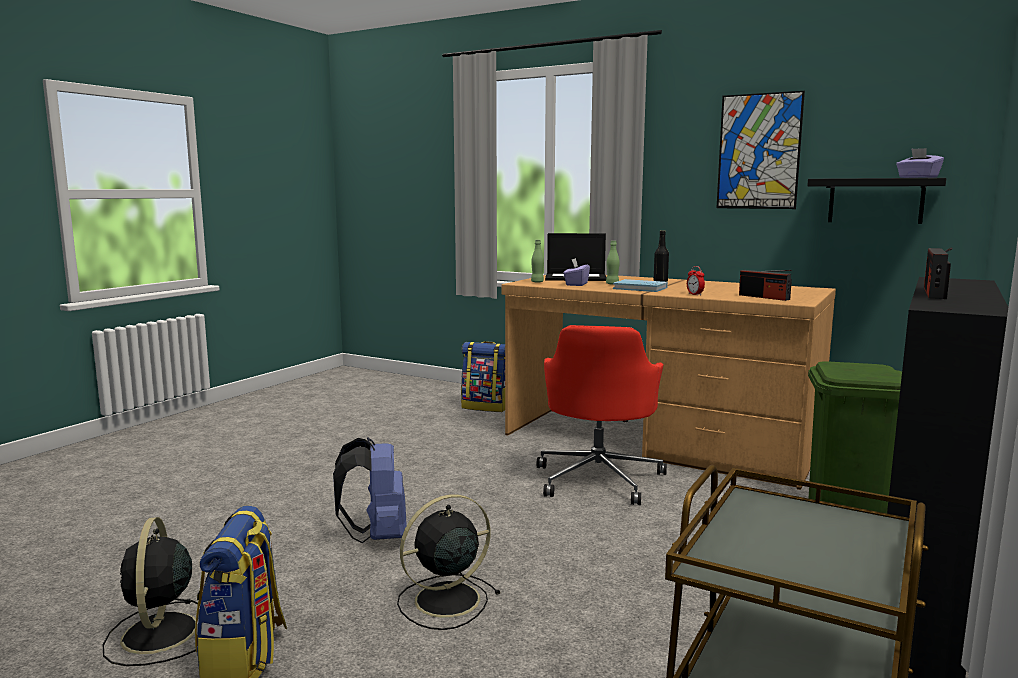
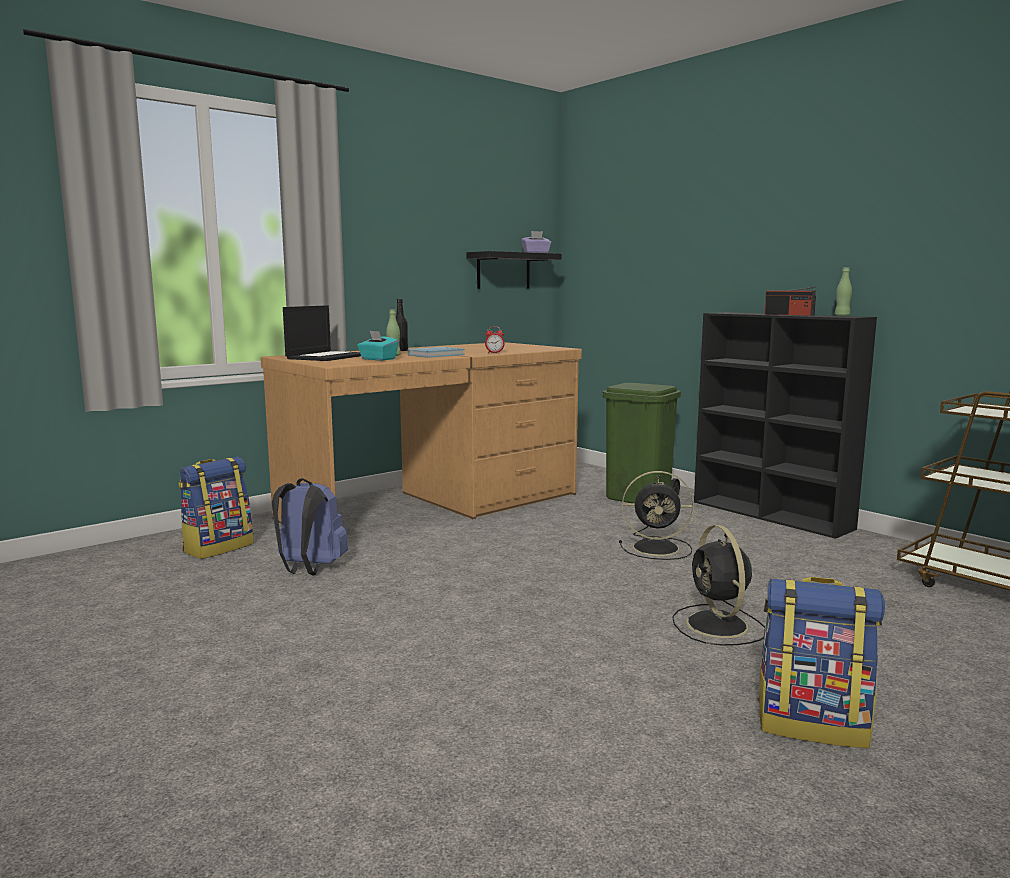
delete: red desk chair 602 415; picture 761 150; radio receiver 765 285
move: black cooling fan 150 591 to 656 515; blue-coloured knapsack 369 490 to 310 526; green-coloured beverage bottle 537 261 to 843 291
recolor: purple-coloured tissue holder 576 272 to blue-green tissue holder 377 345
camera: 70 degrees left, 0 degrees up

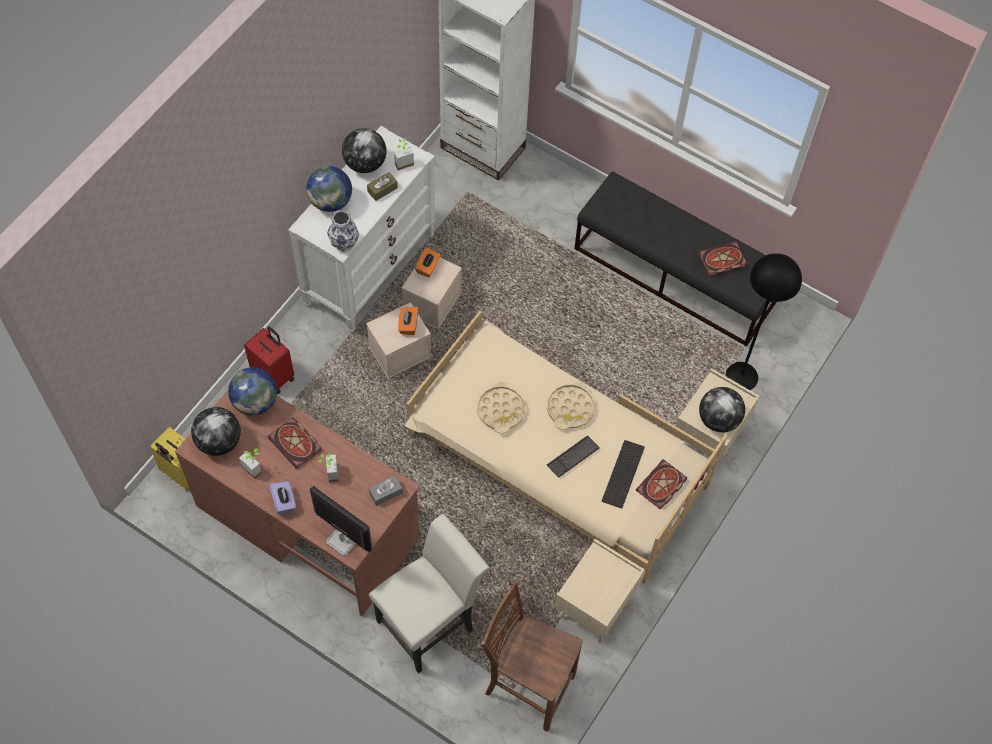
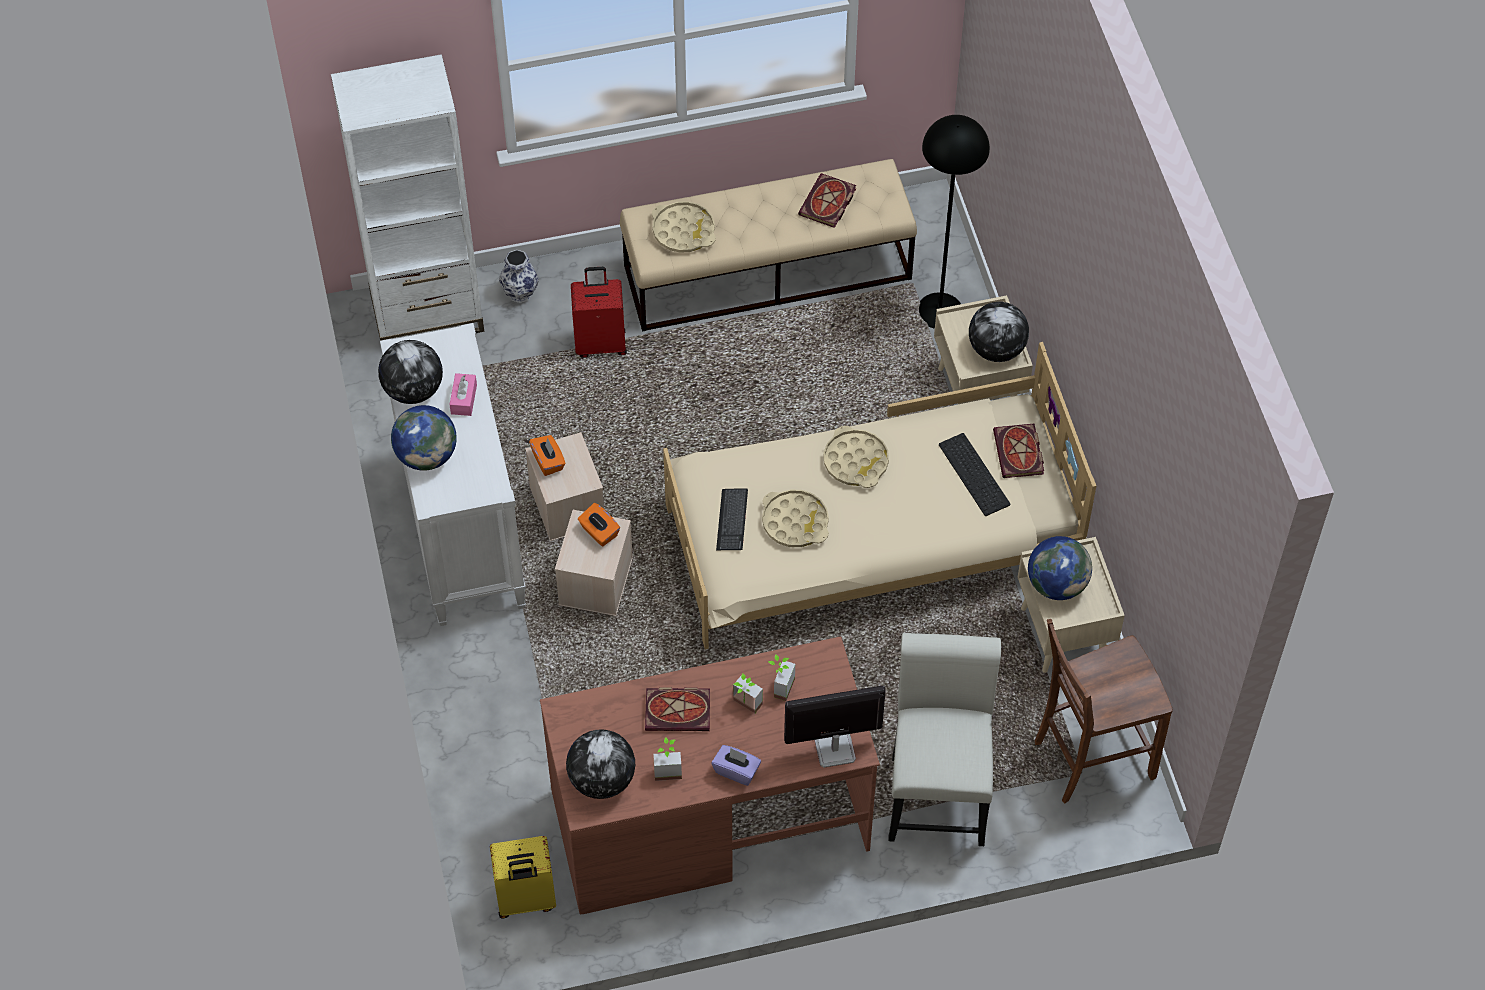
delete: grey tissue holder 386 491
insert: sand-coloured tray 684 227
move: globe 252 391 to 1060 568; red piece of luggage 269 360 to 599 312; flower vase 343 231 to 519 276; houseplant 404 154 to 781 677; PC keyboard 573 456 to 732 519
recolor: brownish tissue holder 382 186 to pinkish tissue holder 463 394; black indoor bench 675 259 to sand-coloured indoor bench 768 245
camera: 45 degrees left, 5 degrees down

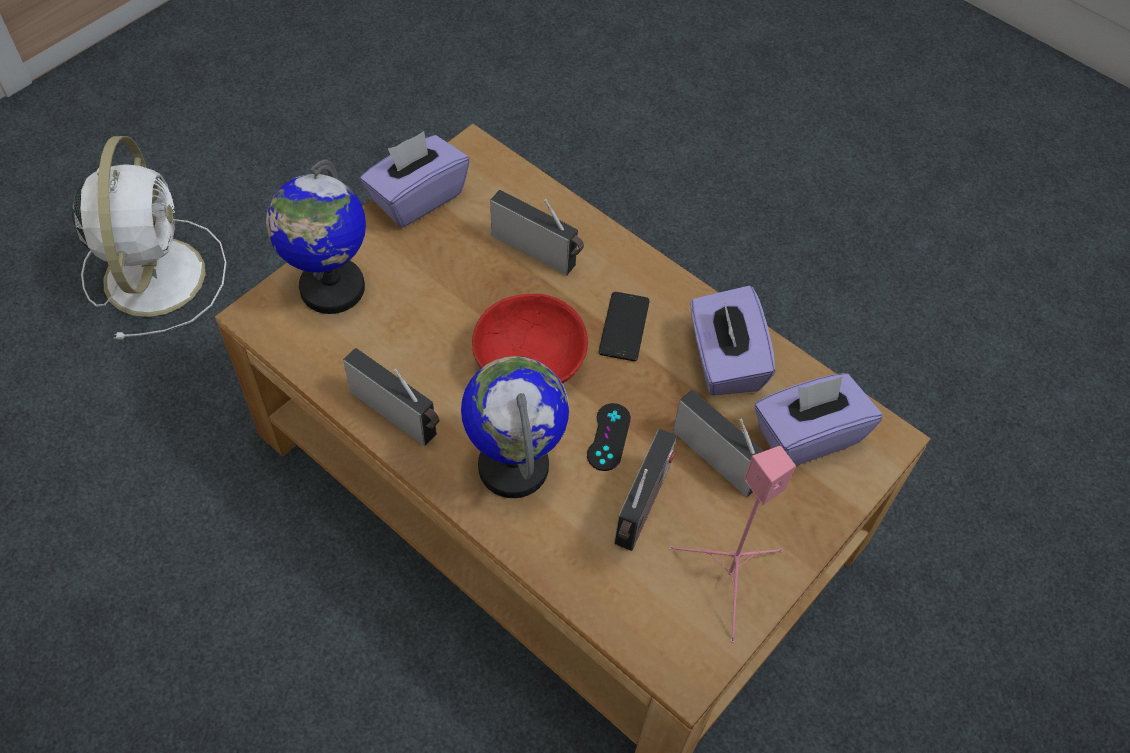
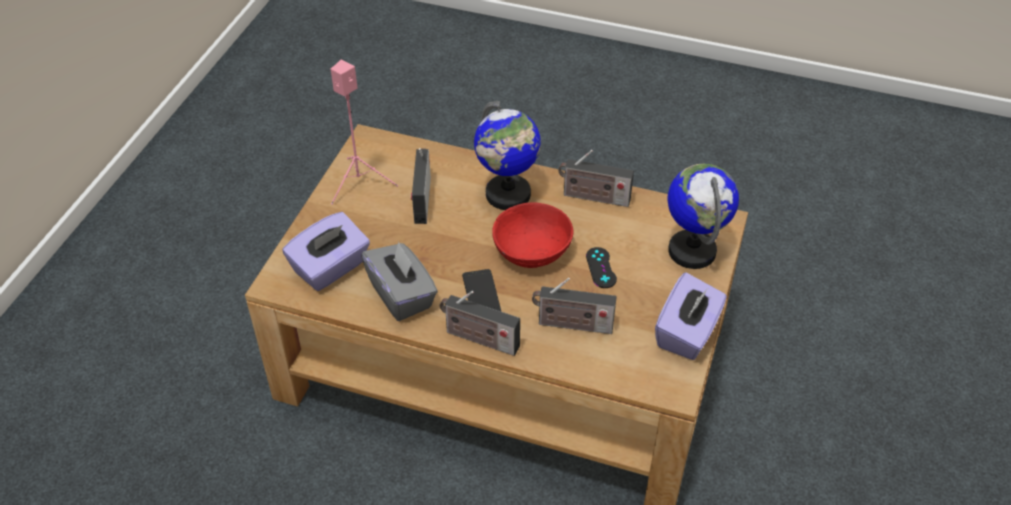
delete: white-coloured cooling fan 149 238
move: black game controller 609 437 to 601 267; radio receiver 718 443 to 480 323
recolor: purple-coloured tissue holder 733 340 to grey tissue holder 399 281
camera: 160 degrees right, 10 degrees down

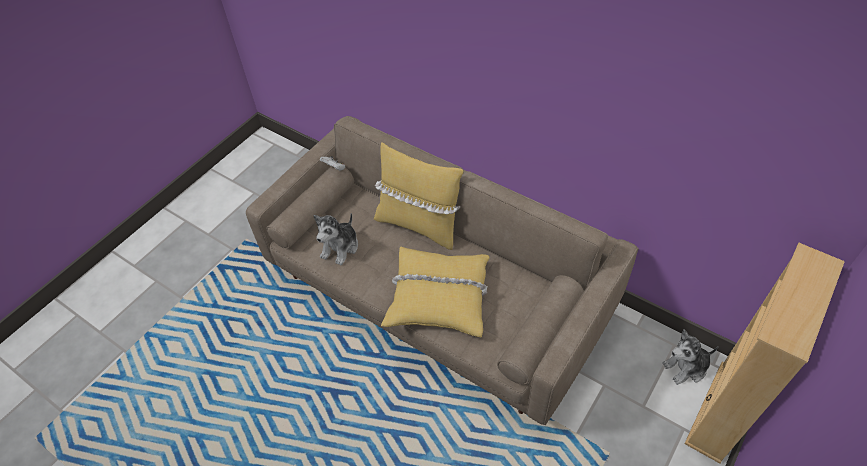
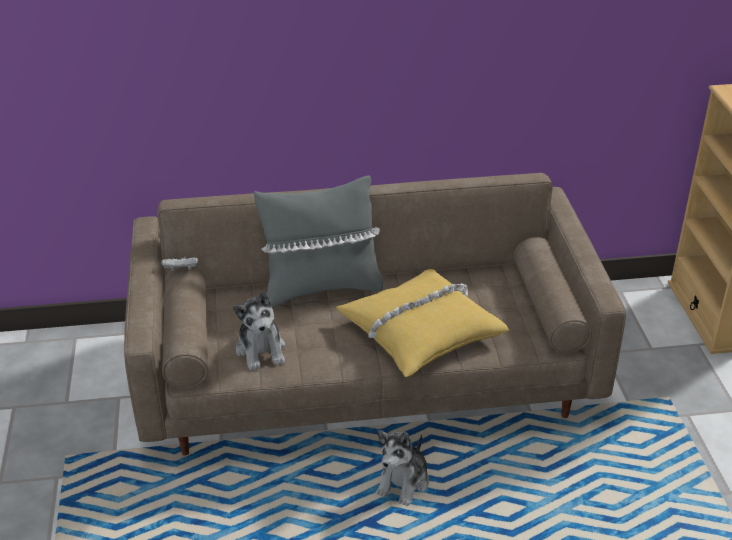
move: plush toy 690 357 to 402 468
recolor: yellow-coloured cushion 418 196 to grey cushion 318 242
camera: 45 degrees left, 15 degrees down

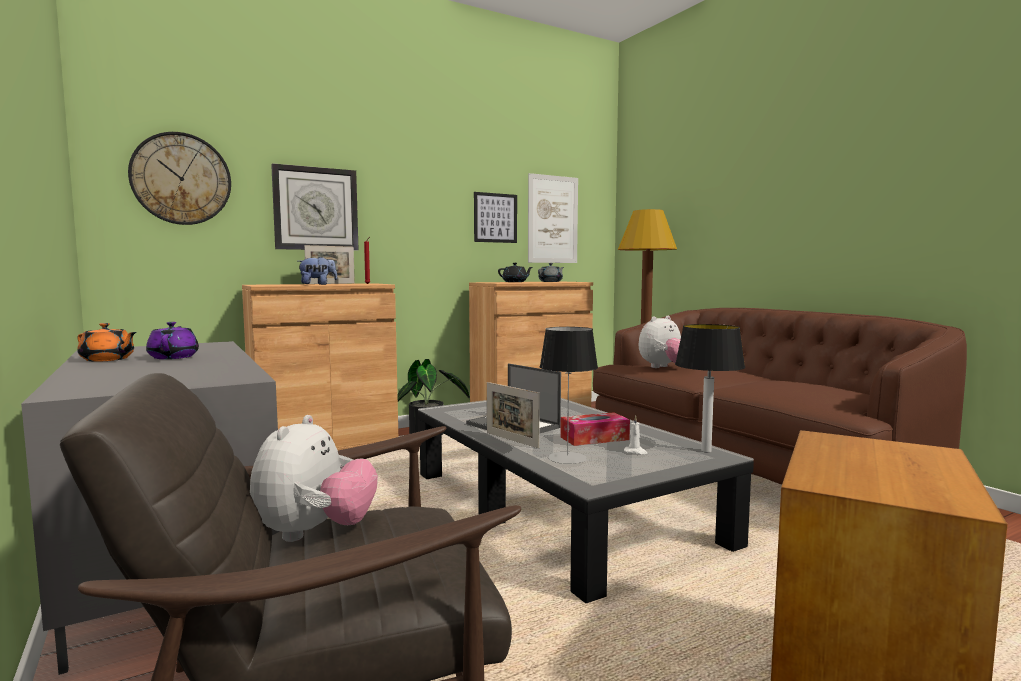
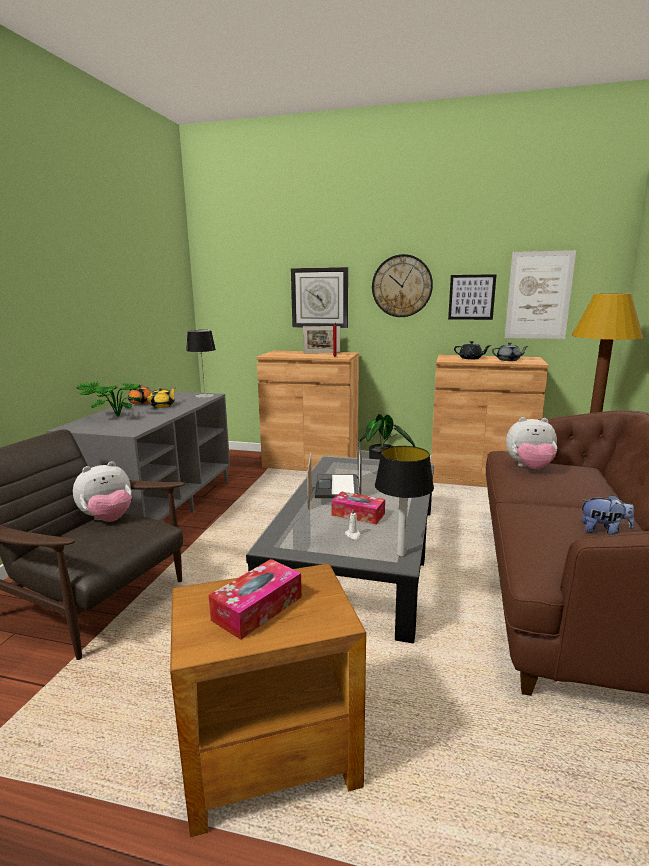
insert: houseplant 108 398; tissue holder 255 599
move: wall clock 179 178 to 402 285; plush toy 317 271 to 608 515; lamp for a table 569 395 to 201 364
recolor: purple-coloured pot for tea 172 340 to yellow-coloured pot for tea 161 397
camera: 45 degrees right, 10 degrees up

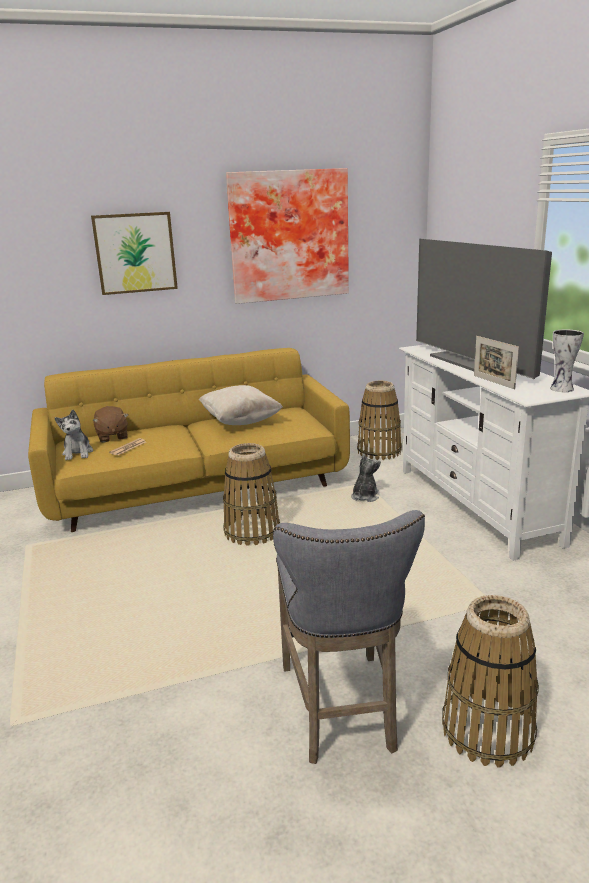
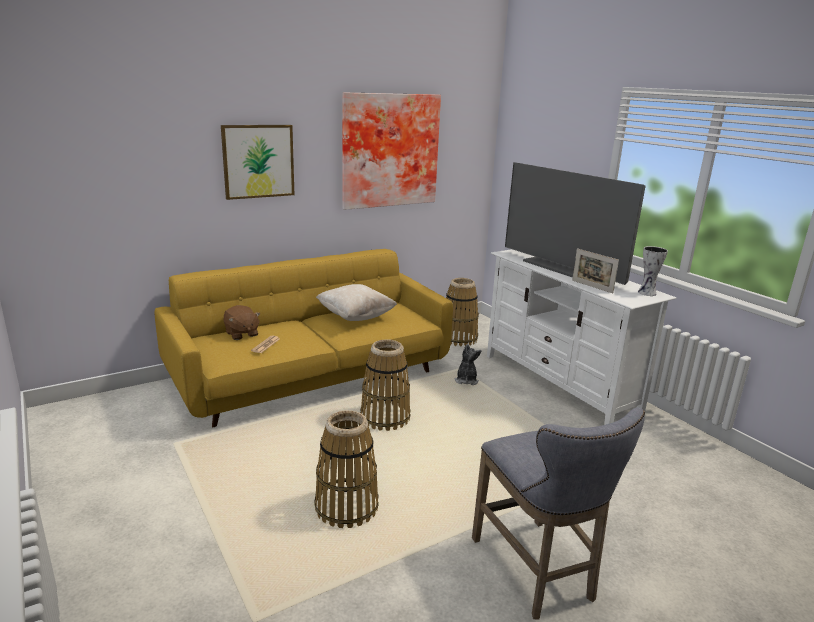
delete: plush toy 74 435
move: basket 490 681 to 346 469
camera: 15 degrees left, 0 degrees up

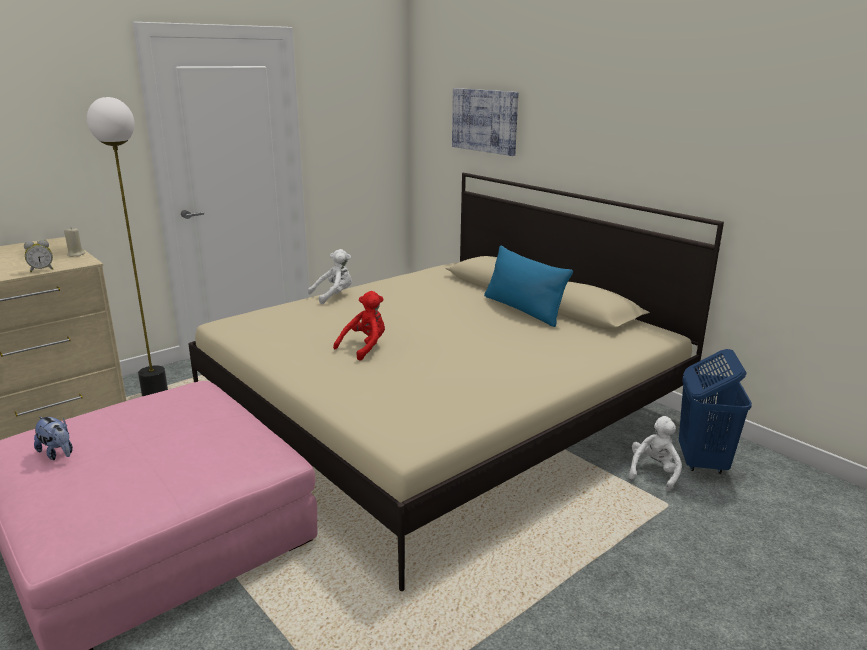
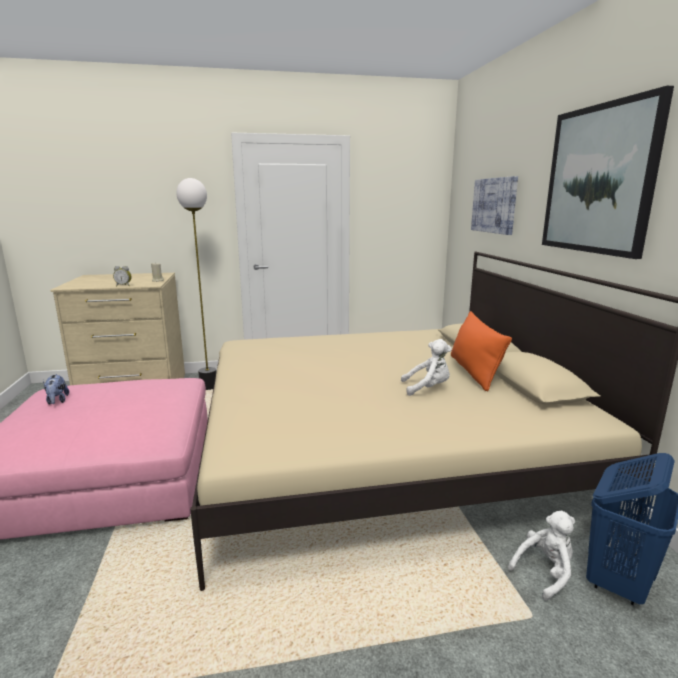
delete: red plush toy 359 326
insert: picture 608 172
move: white-coloured plush toy 330 276 to 426 367
recolor: blue-coloured cushion 528 286 to orange-coloured cushion 481 351
camera: 30 degrees right, 5 degrees down

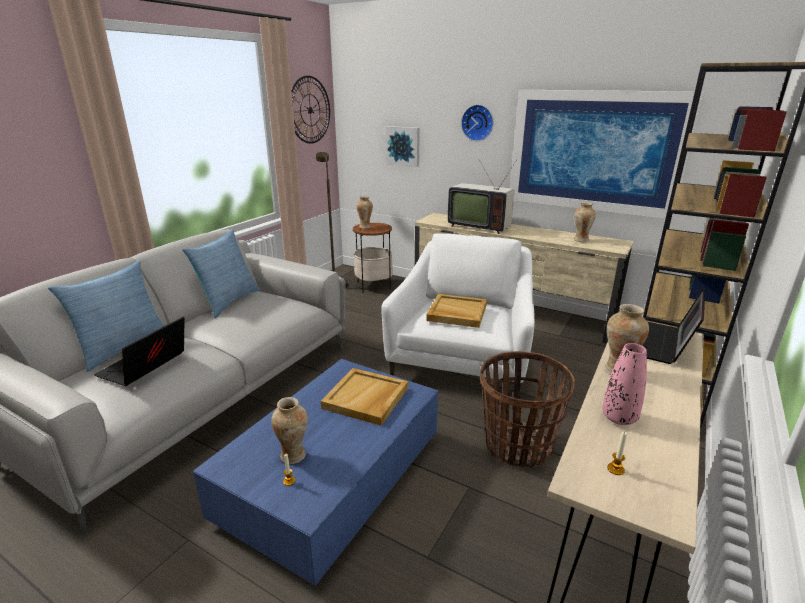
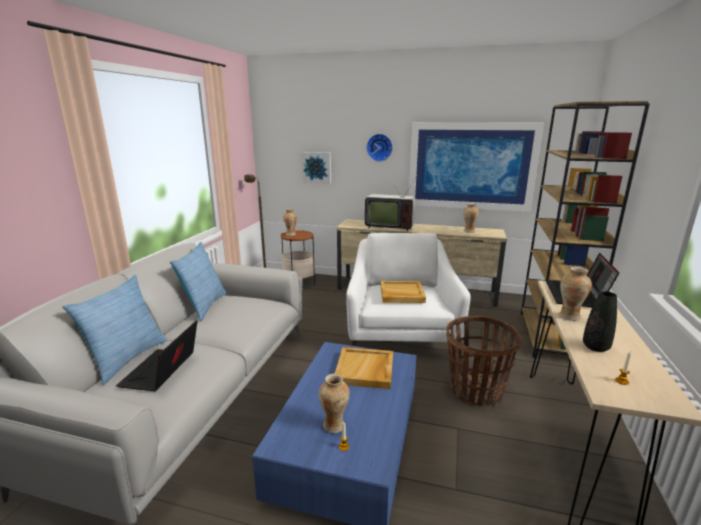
delete: wall clock 310 110
recolor: pinkish flower vase 624 384 to black flower vase 600 321
camera: 15 degrees left, 5 degrees down

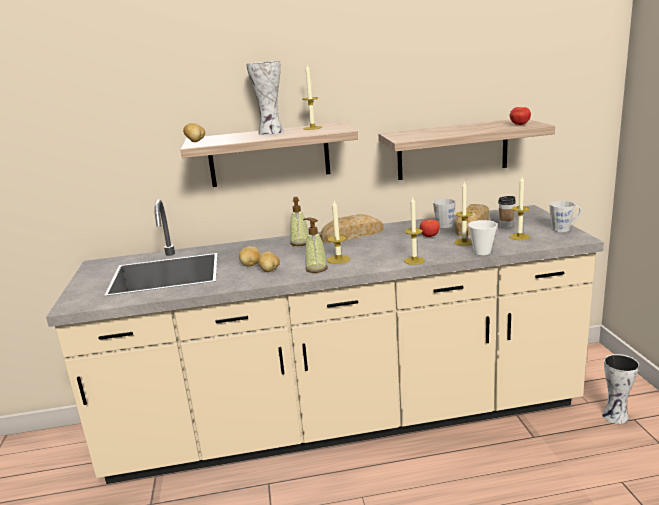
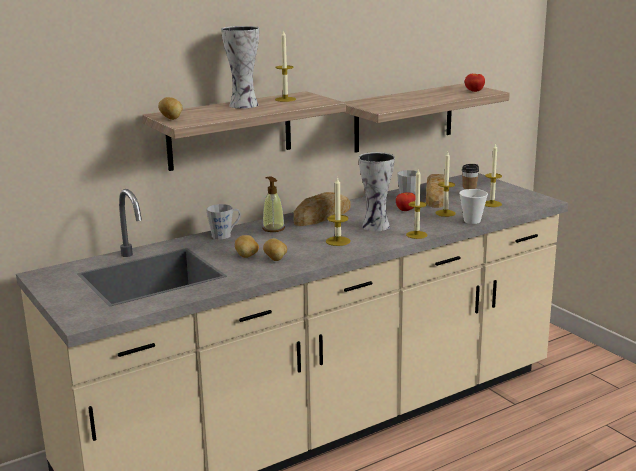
delete: soap dispenser 315 245
move: grey coffee mug 566 216 to 223 221; flower vase 620 389 to 376 191
camera: 25 degrees left, 0 degrees up

